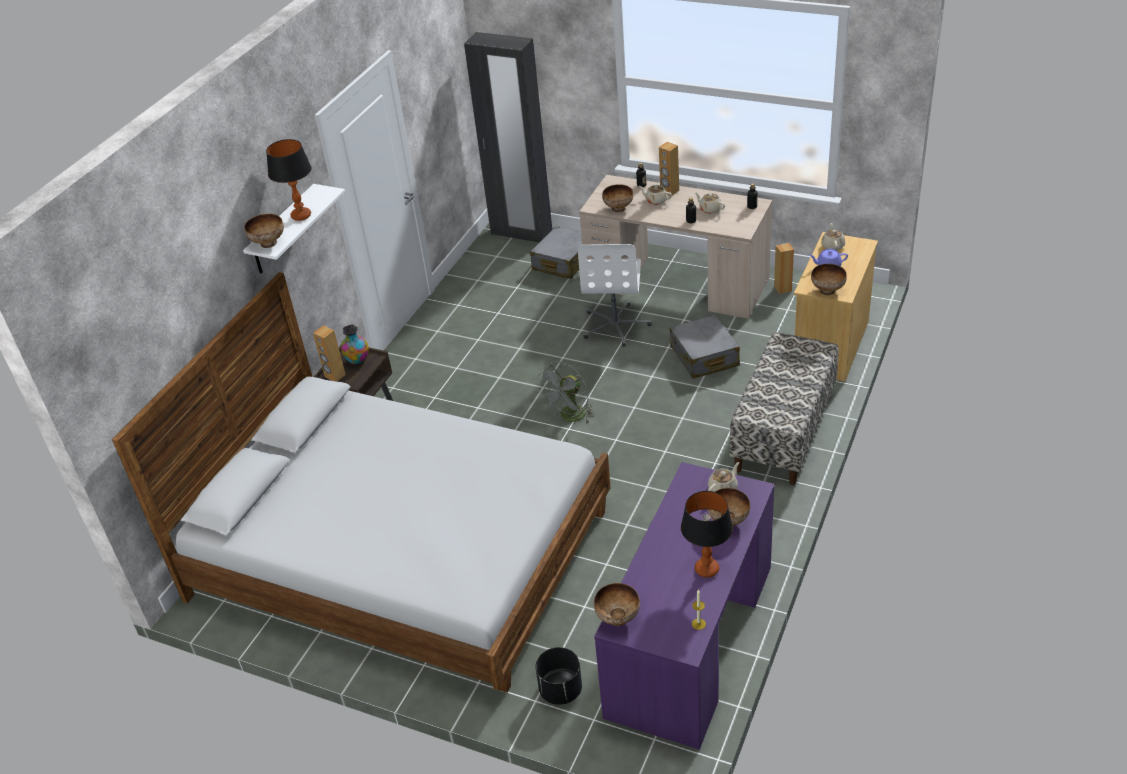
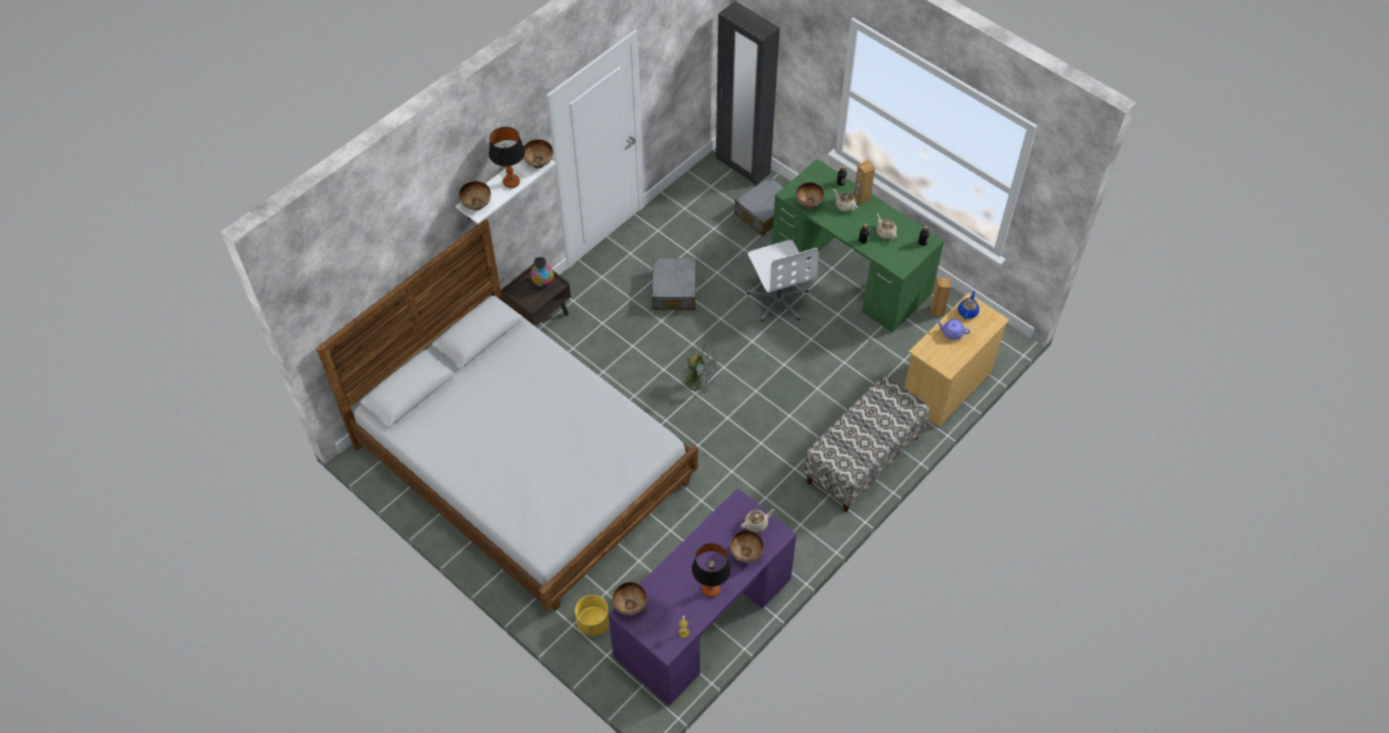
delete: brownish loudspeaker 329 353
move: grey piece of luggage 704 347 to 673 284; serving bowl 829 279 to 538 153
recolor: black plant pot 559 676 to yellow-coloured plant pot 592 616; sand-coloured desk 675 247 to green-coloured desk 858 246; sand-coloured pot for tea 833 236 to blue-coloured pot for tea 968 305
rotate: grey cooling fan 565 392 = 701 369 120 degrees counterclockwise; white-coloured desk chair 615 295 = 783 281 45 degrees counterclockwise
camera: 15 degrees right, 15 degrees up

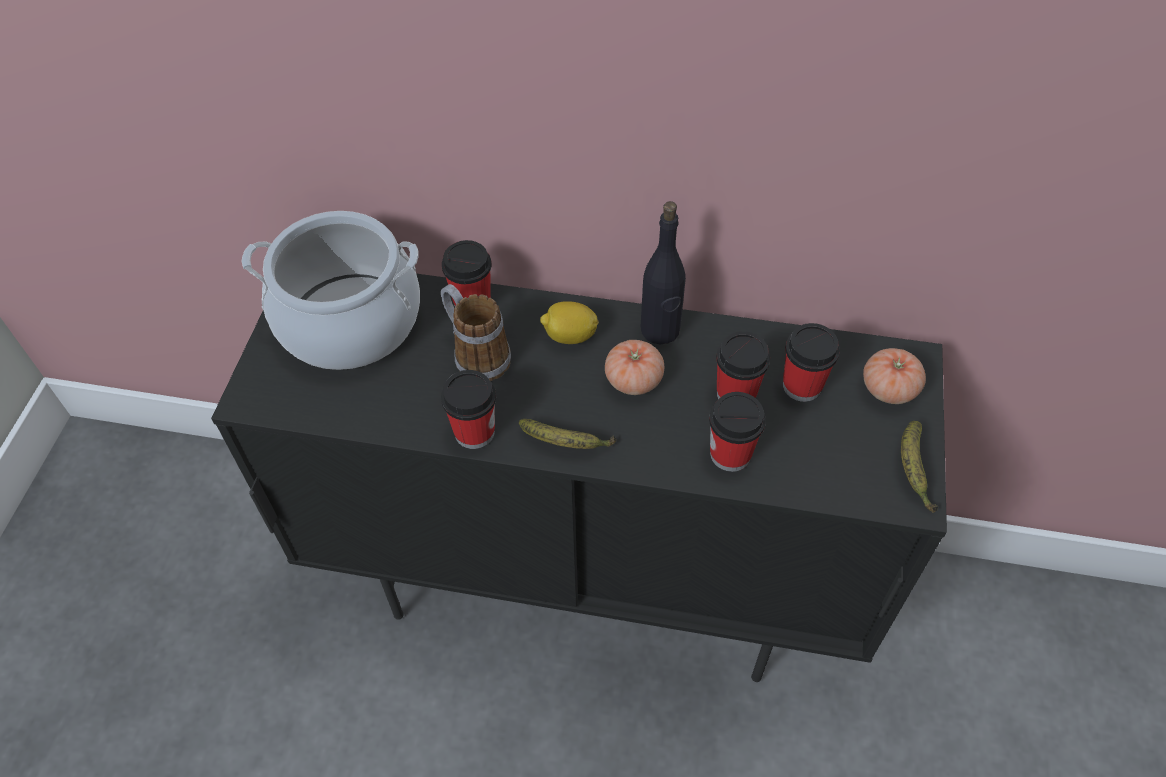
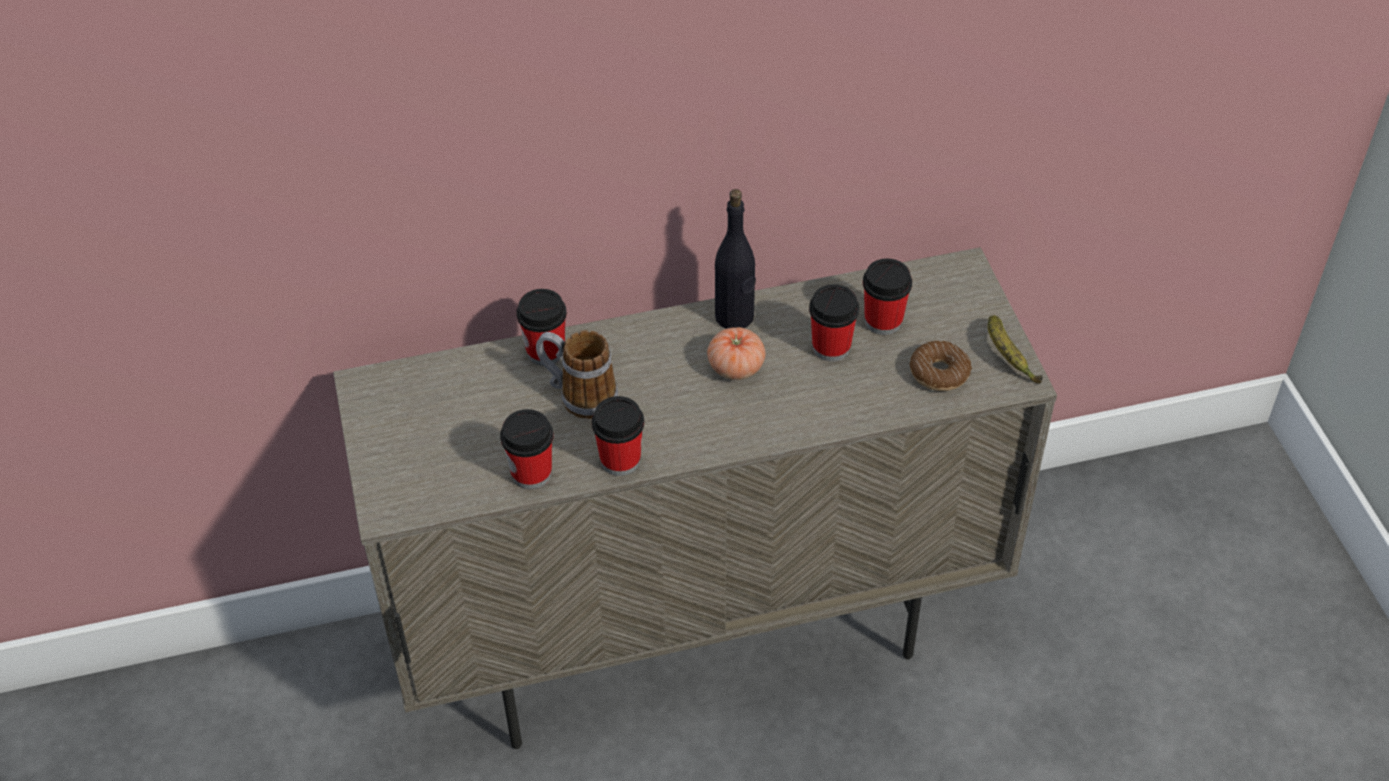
delete: cooking pot 330 290; banana 567 434; citrus fruit 569 322; whole tomato 894 376
insert: doughnut 940 366
move: drinking cup 737 432 to 526 449
recolor: black cupboard 579 478 to sand-coloured cupboard 695 498
camera: 25 degrees left, 5 degrees down

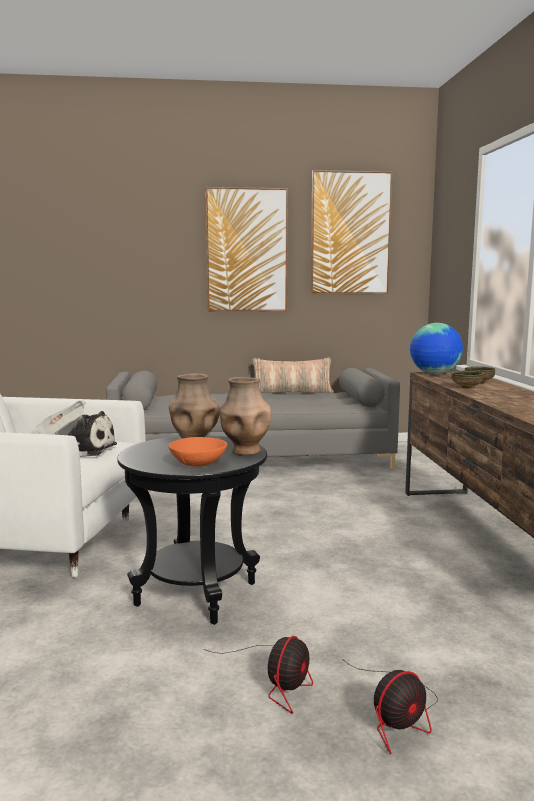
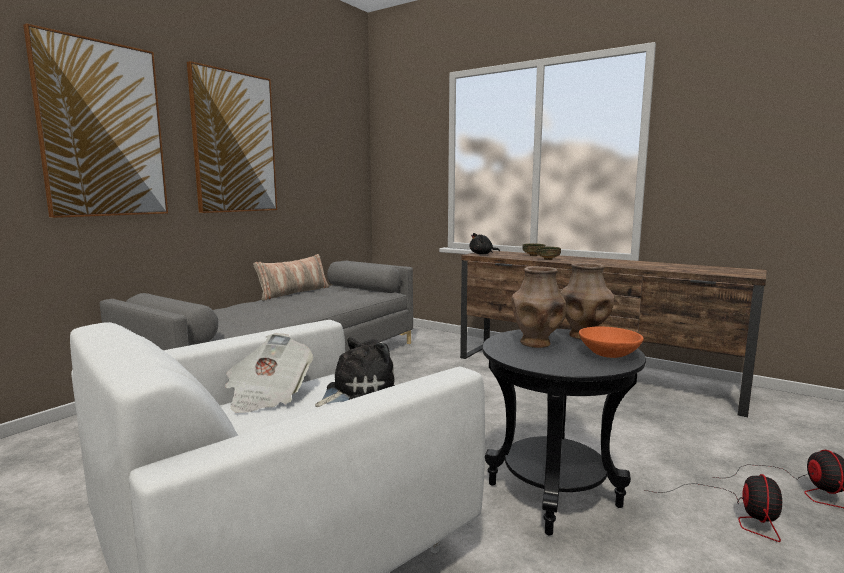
move: picture 351 232 to 95 120
replace: globe 436 348 to black plush toy 484 243
rotate: cooling fan 258 675 = 713 508 45 degrees clockwise
camera: 50 degrees left, 0 degrees up

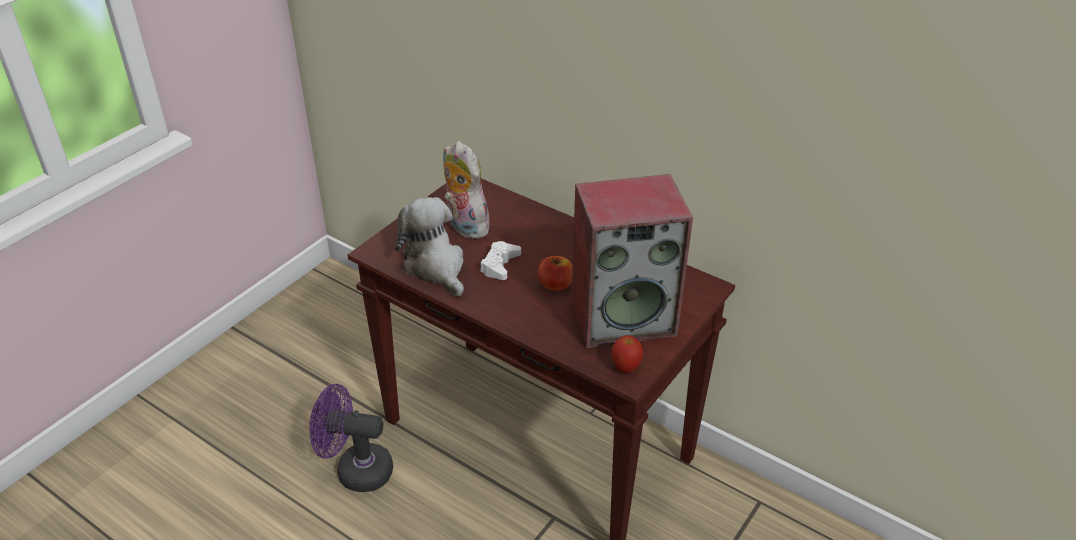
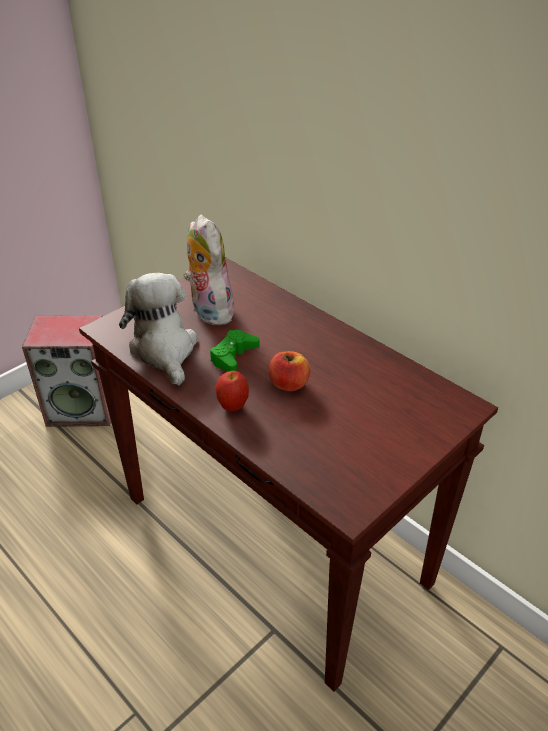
delete: purple-coloured cooling fan 351 438
move: loudspeaker 632 261 to 66 371; whole apple 627 354 to 232 391
recolor: white-coloured game controller 500 260 to green-coloured game controller 235 350
camera: 10 degrees right, 0 degrees up

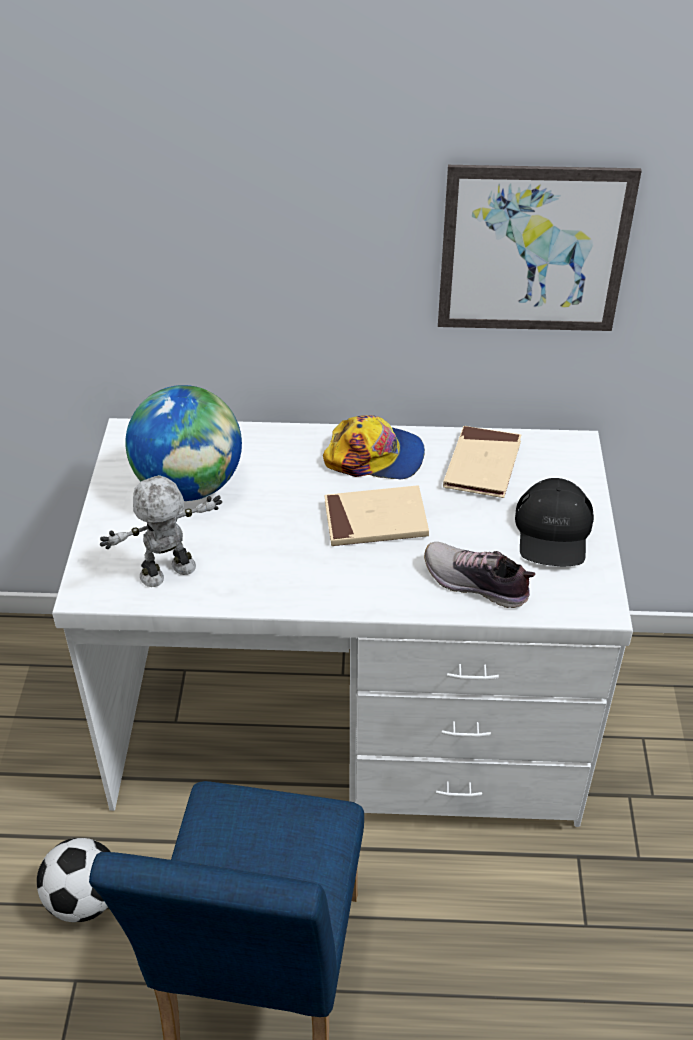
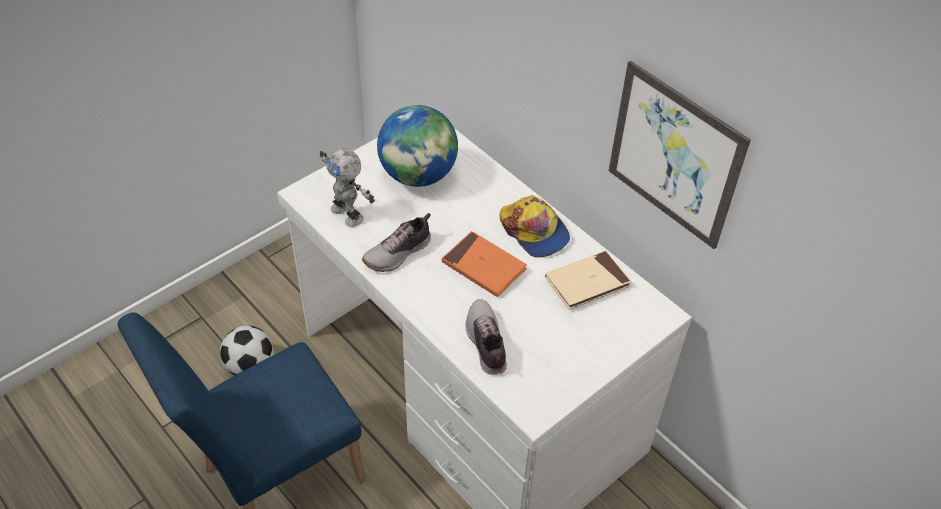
delete: black peaked cap 554 522
insert: item of footwear 396 242
recolor: sand-coloured book 377 515 to orange-coloured book 484 264
rotate: toy robot 161 531 = 347 188 150 degrees counterclockwise
camera: 45 degrees right, 5 degrees up

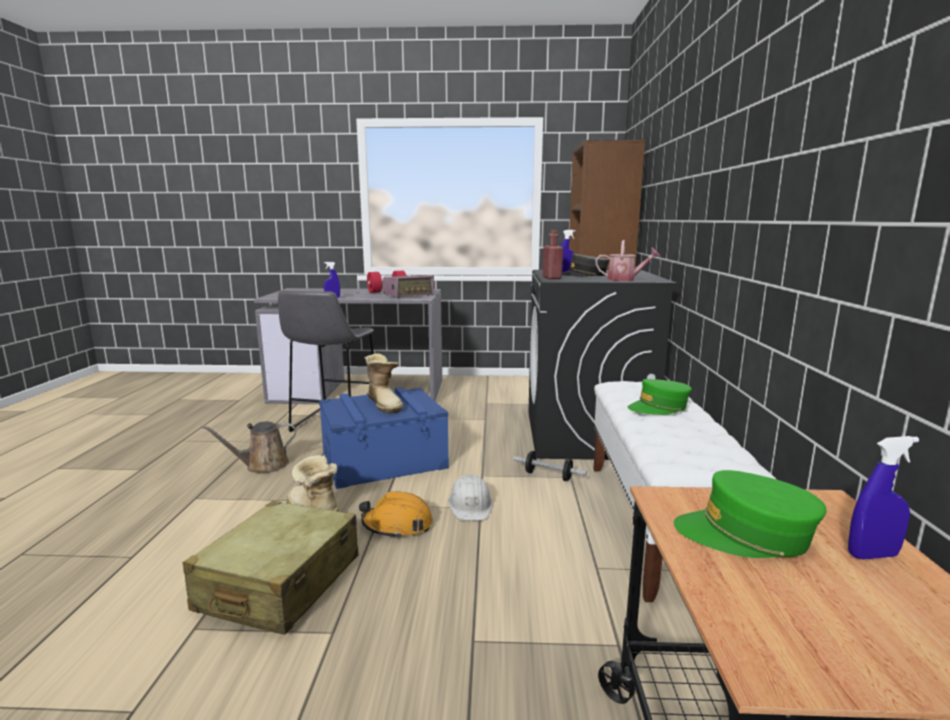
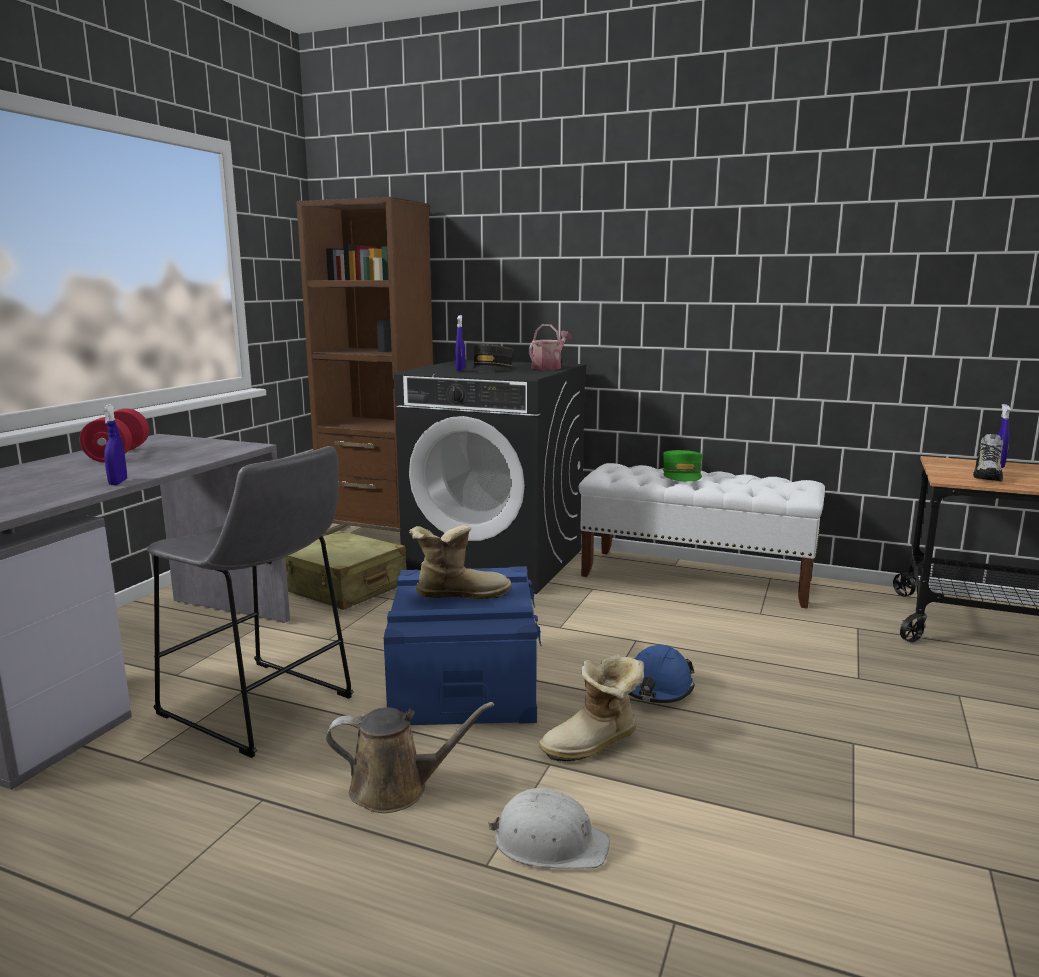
delete: radio receiver 408 286; dumbbell 550 466; red beverage bottle 553 254
move: sand-coloured piece of luggage 271 568 to 346 570; white-coloured hard hat 470 497 to 549 828
replace: green-coloured peaked cap 750 514 to item of footwear 988 458
recolor: orange-coloured hard hat 396 515 to blue-coloured hard hat 661 673
rotate: brownish sprinkling can 248 447 = 410 757 90 degrees counterclockwise
camera: 70 degrees left, 0 degrees up

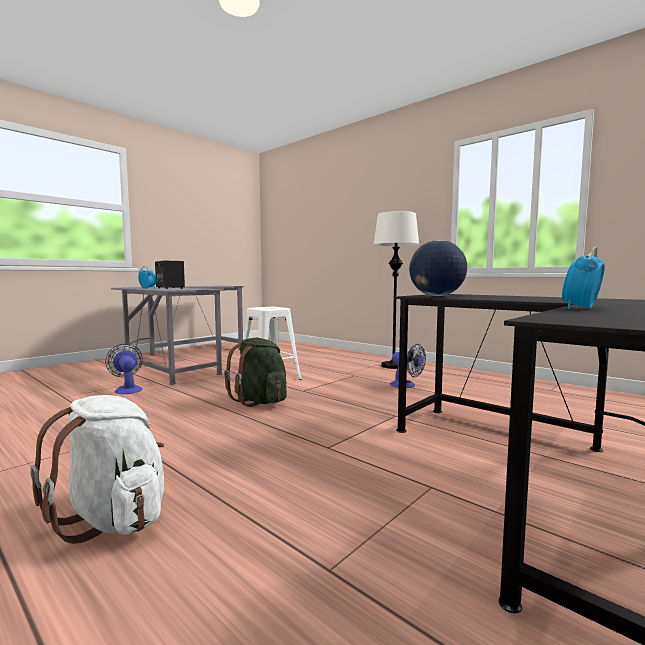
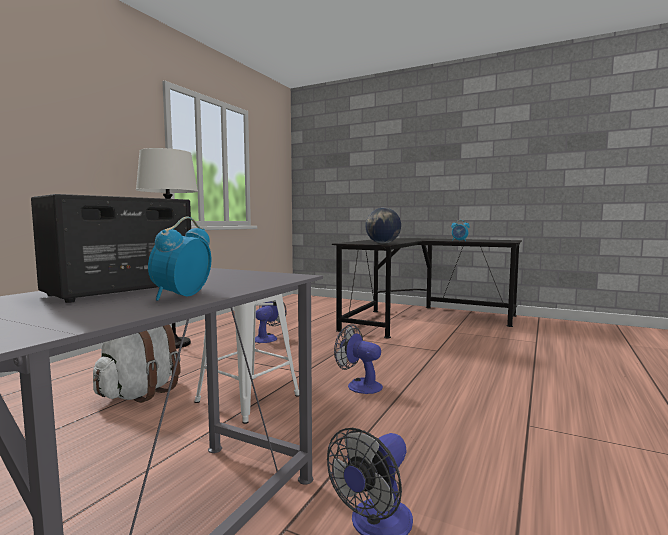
move: white-coloured knapsack 97 469 to 137 364
replace: green-coloured knapsack 255 372 to cooling fan 358 359
camera: 105 degrees left, 0 degrees up

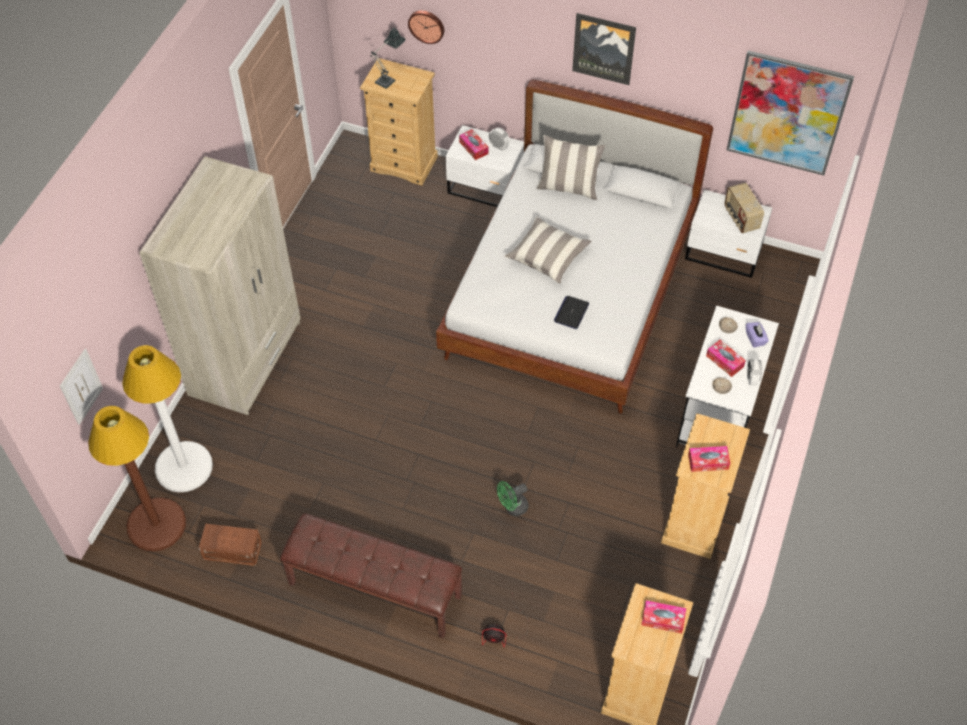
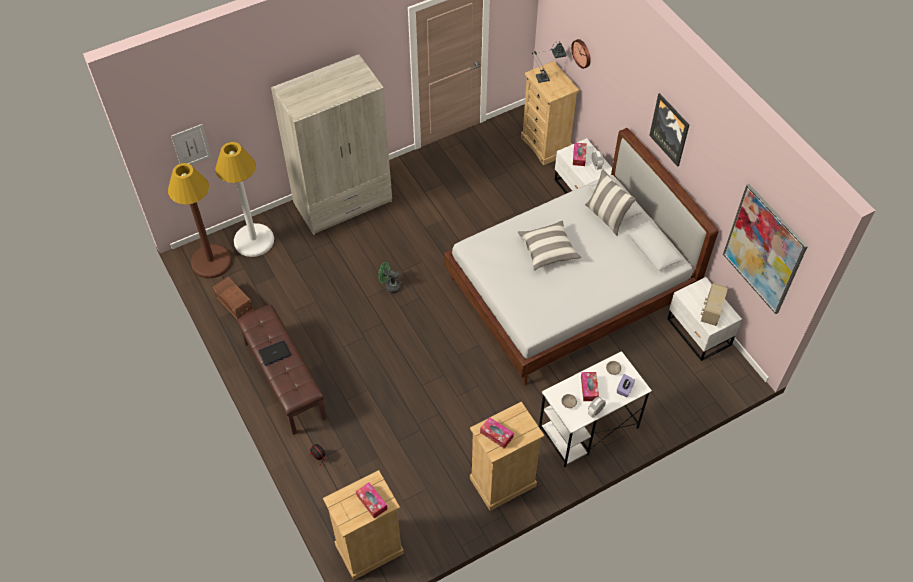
move: green-coloured cooling fan 513 498 to 390 277; portable computer 571 312 to 275 353
camera: 40 degrees right, 0 degrees up

